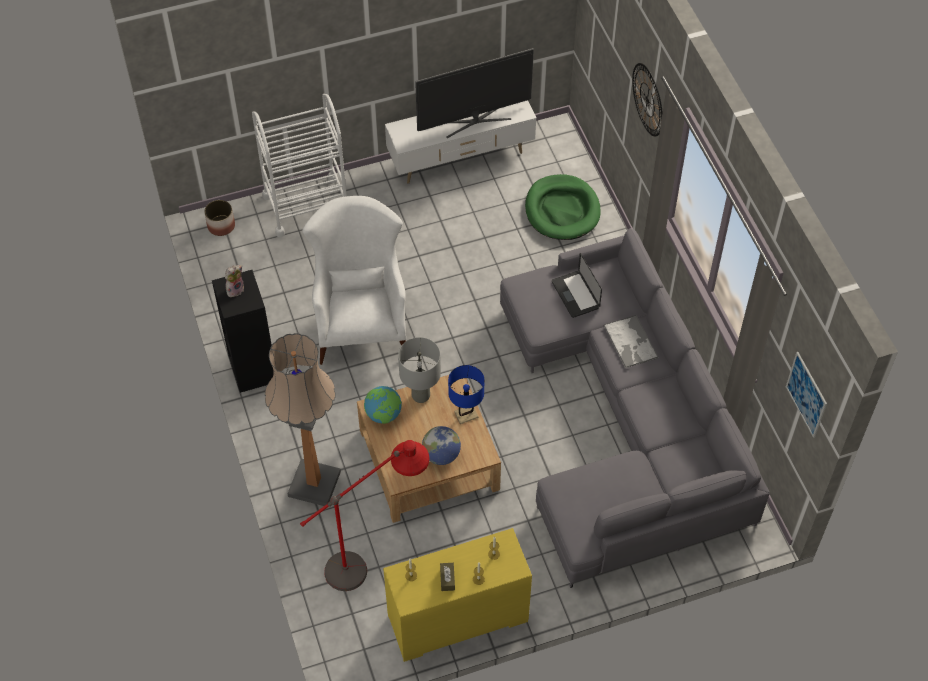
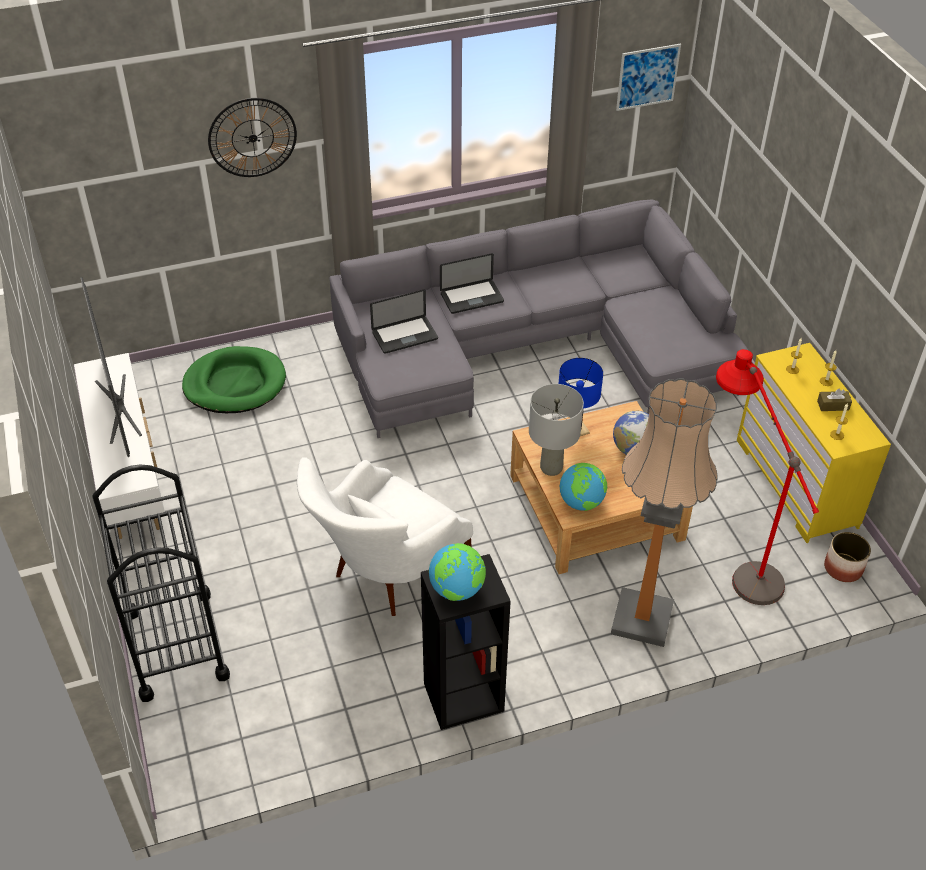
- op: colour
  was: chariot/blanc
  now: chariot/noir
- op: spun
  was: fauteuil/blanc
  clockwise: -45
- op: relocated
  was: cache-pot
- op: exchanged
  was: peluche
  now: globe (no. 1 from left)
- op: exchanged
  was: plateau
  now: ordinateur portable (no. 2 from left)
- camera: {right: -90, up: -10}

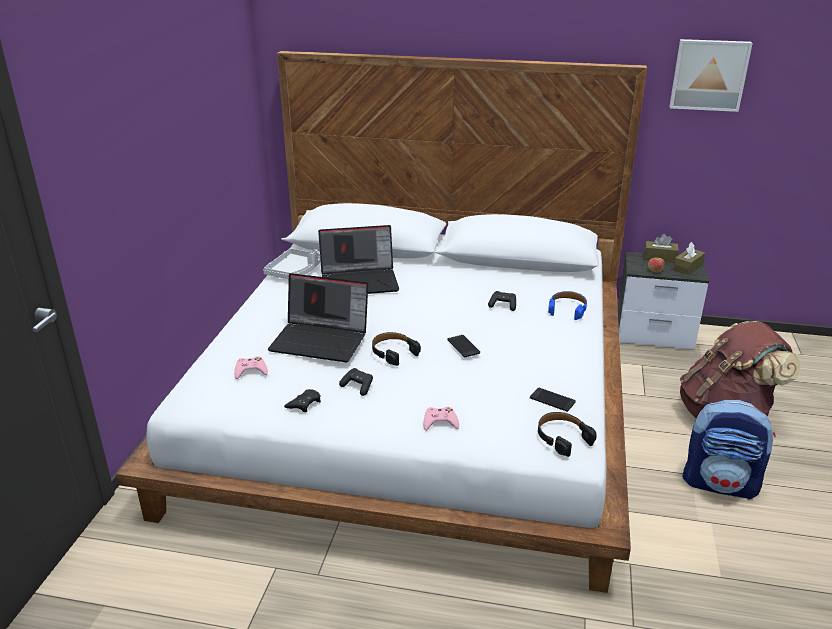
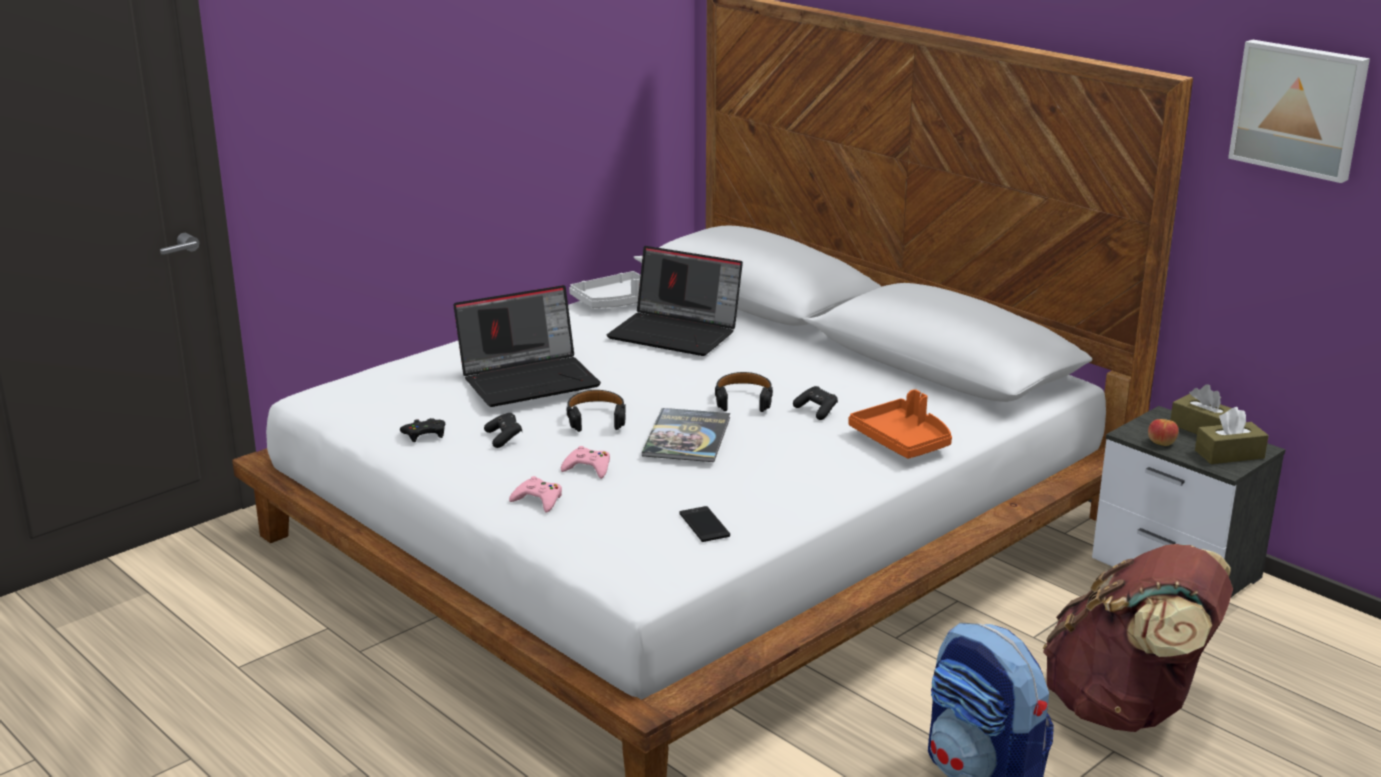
- op: spun
  was: ordinateur portable (no. 1 from left)
  clockwise: -75
- op: exchanged
  was: casque audio/bleu
  now: plateau/orange
- op: exchanged
  was: téléphone (no. 1 from left)
  now: livre
- op: relocated
  was: manette/rose (no. 1 from left in the first image)
  now: manette/rose (no. 2 from left)
- op: relocated
  was: casque audio/noir (no. 2 from left)
- camera: {right: 35, up: -5}

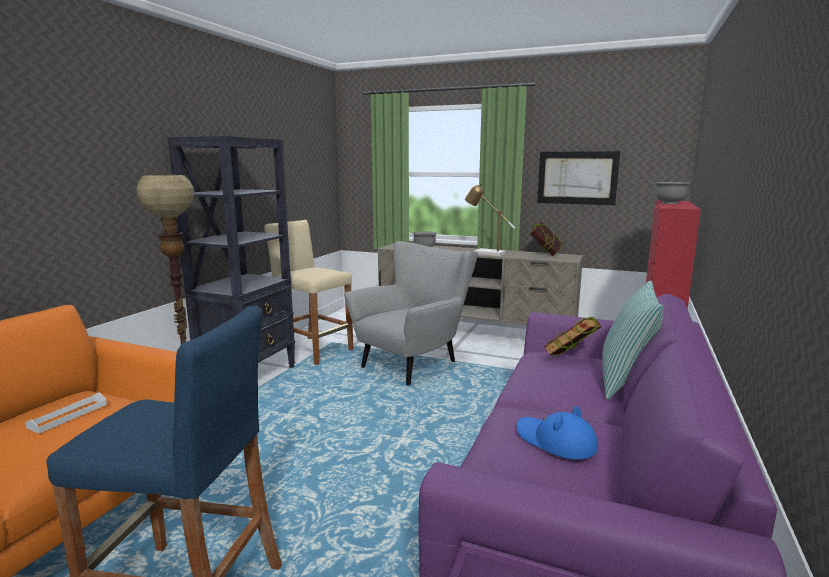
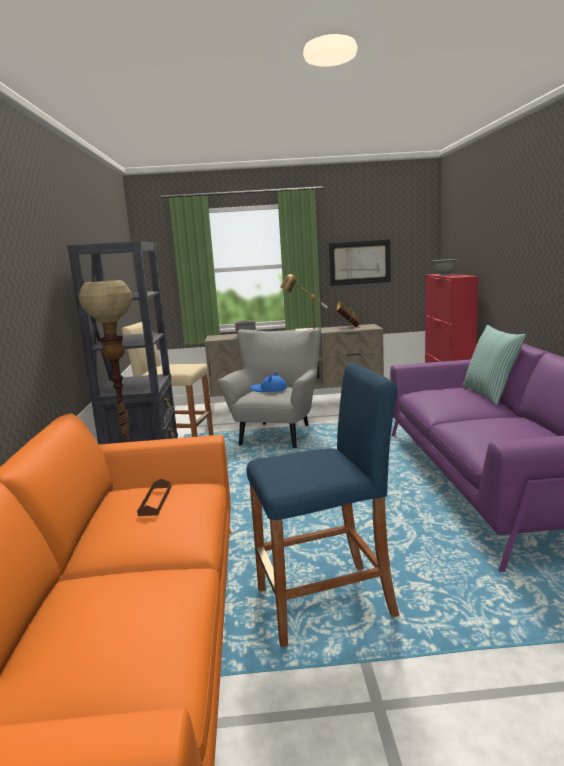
- op: missing
  was: livre (no. 2 from left)
- op: colour
  was: plateau/blanc
  now: plateau/marron
- op: relocated
  was: chapeau/bleu
- camera: {right: -25, up: 0}

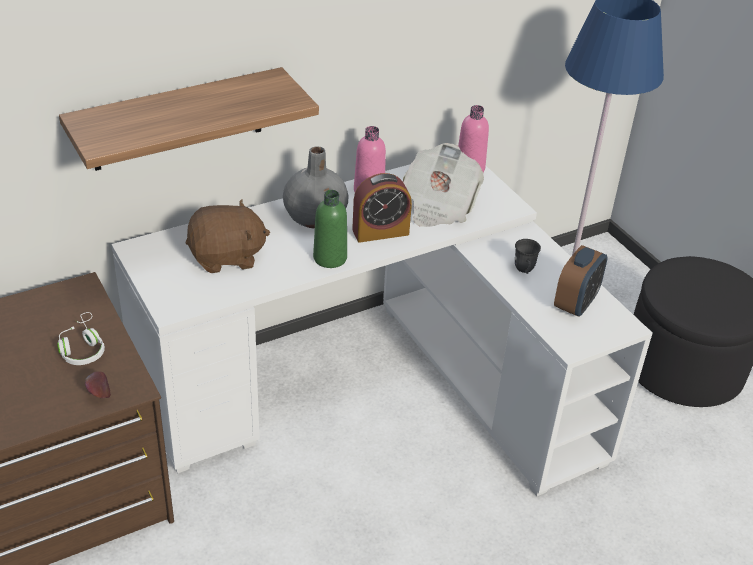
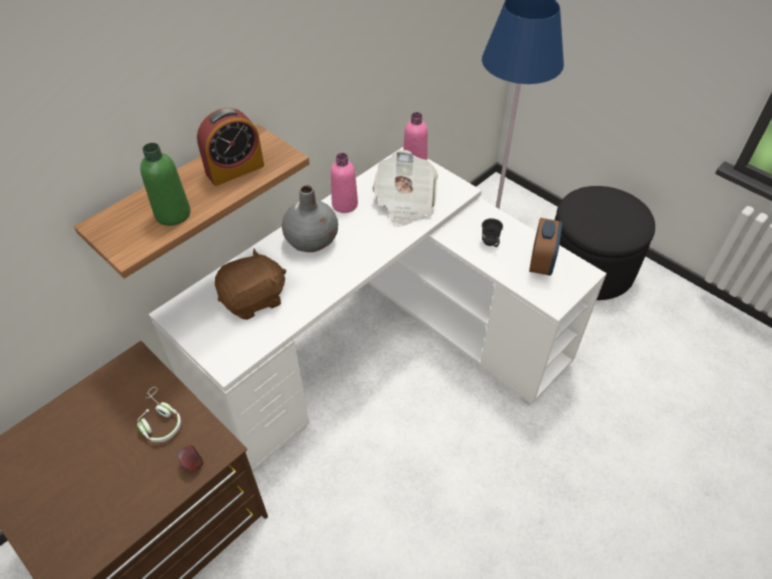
- op: relocated
  was: réveil (no. 1 from left)
- op: relocated
  was: bouteille/vert
- camera: {right: -15, up: 10}

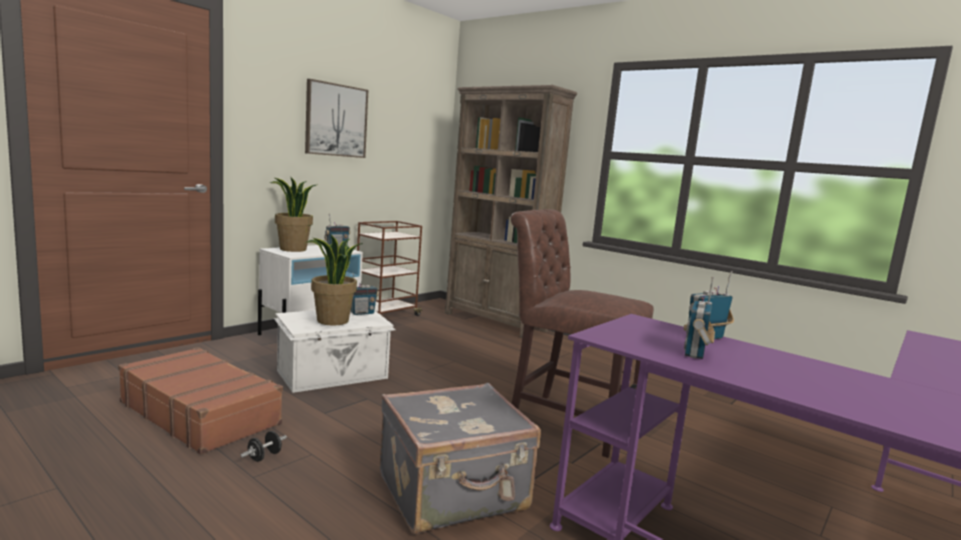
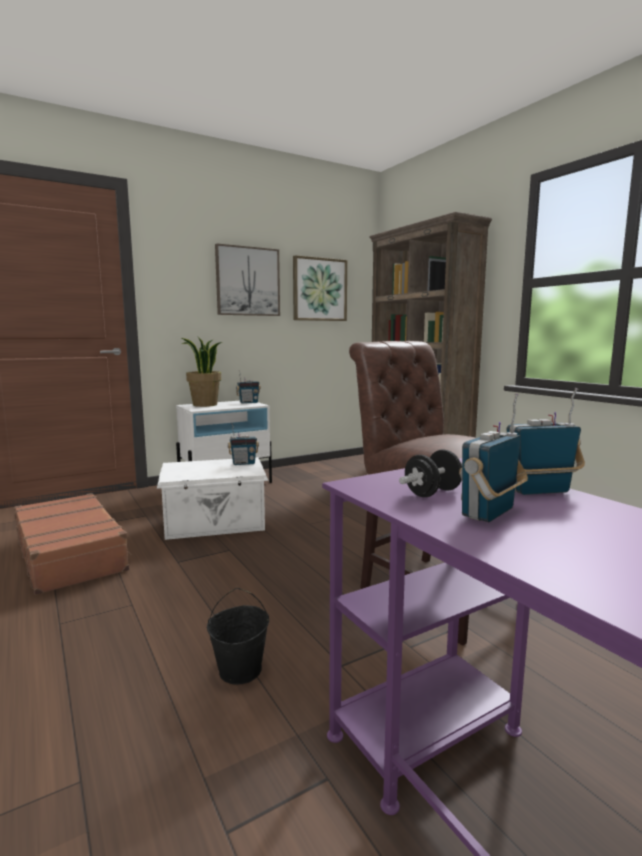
- op: missing
  was: chariot/marron
- op: missing
  was: plante en pot (no. 2 from left)
- op: exchanged
  was: valise/gris
  now: seau/noir
- op: relocated
  was: haltère/noir
- op: appeared
  now: tableau (no. 2 from left)
- camera: {right: 20, up: 0}

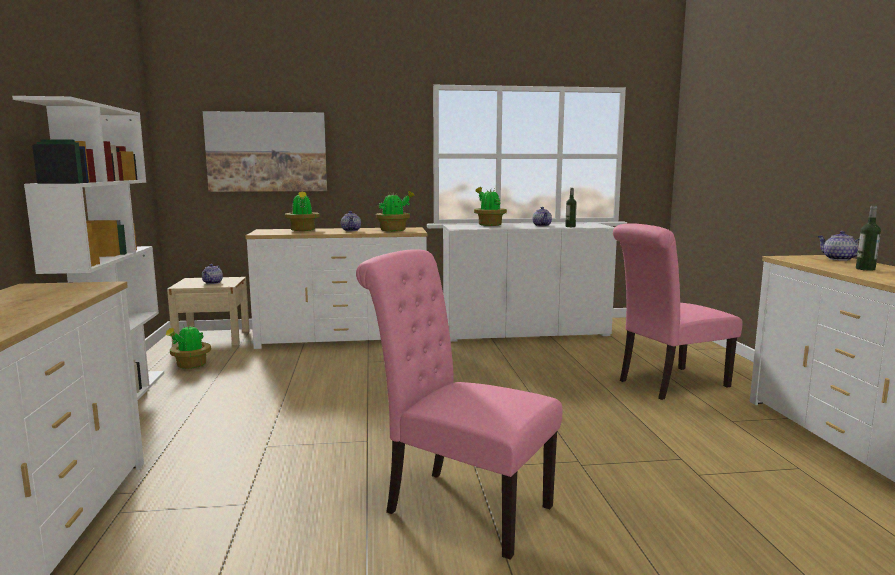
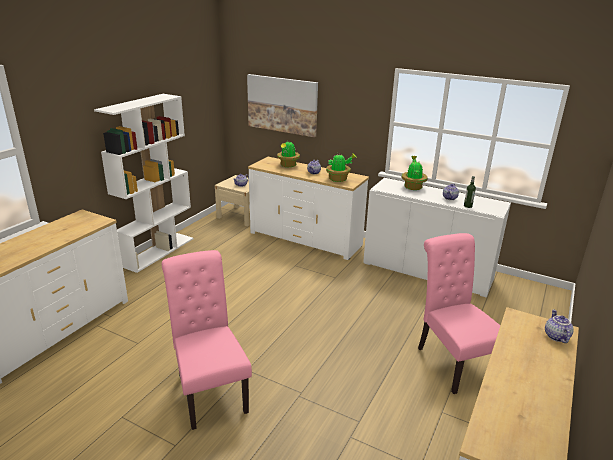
- op: missing
  was: bouteille (no. 2 from left)
- op: spun
  was: chaise/rose (no. 2 from left)
  clockwise: 60
- op: missing
  was: plante en pot (no. 1 from left)
- camera: {right: 35, up: 15}

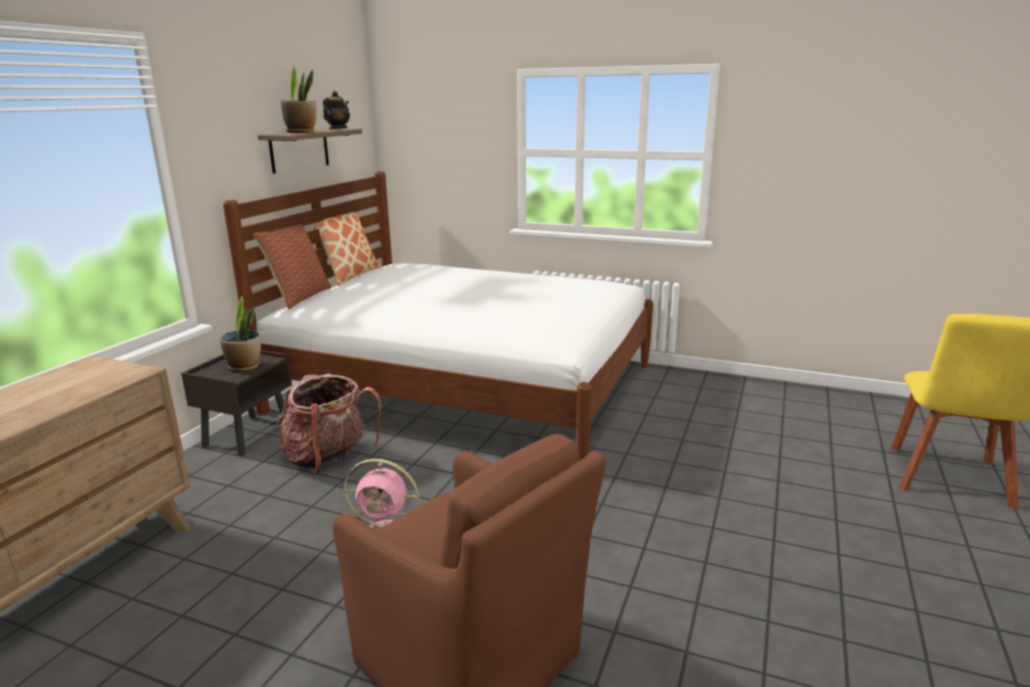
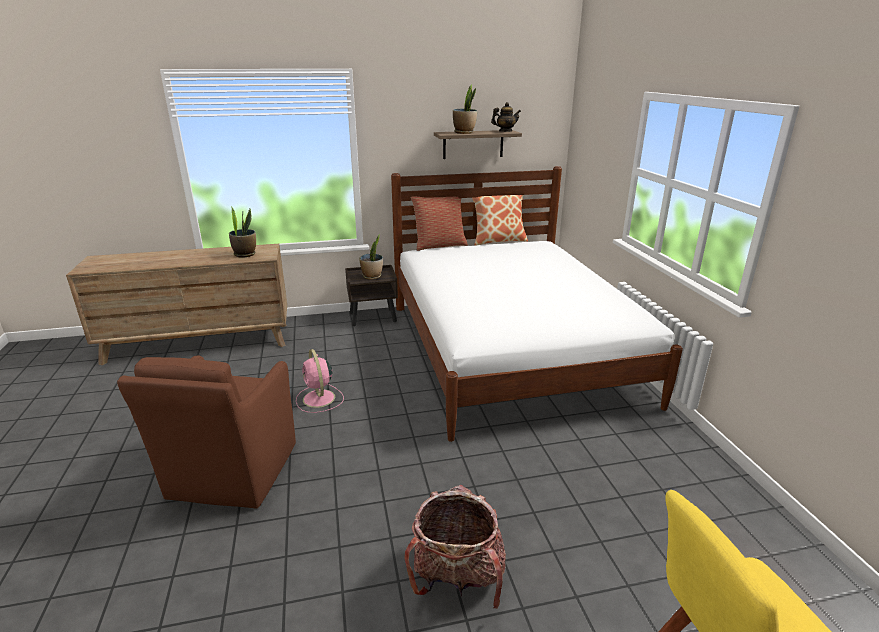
- op: relocated
  was: sac à dos
- op: appeared
  now: plante en pot (no. 1 from left)
- camera: {right: 55, up: 5}

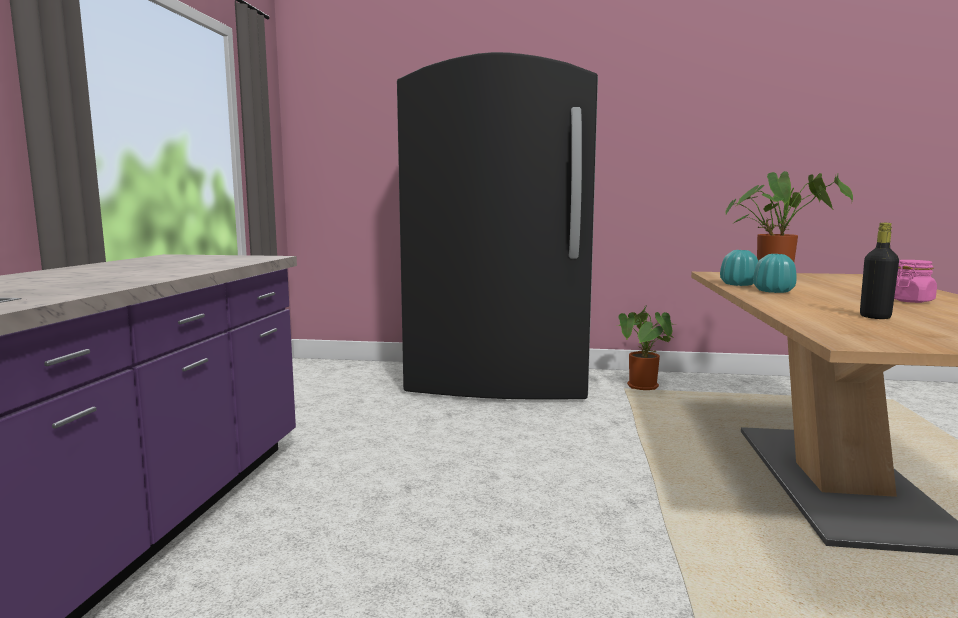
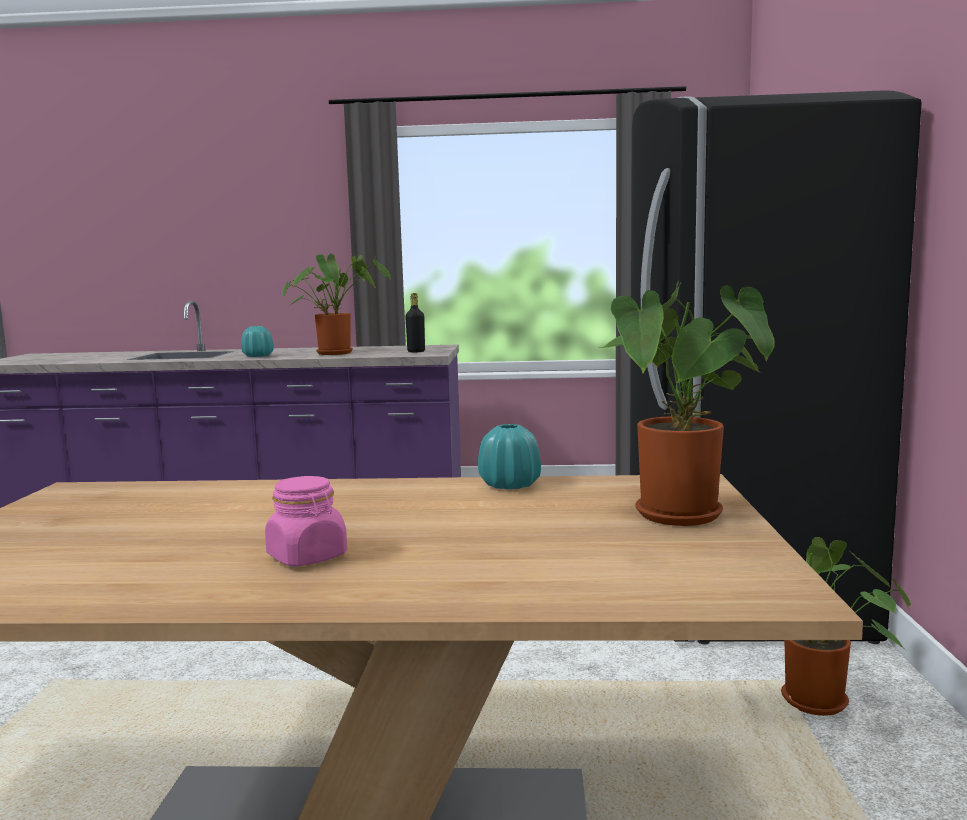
- op: relocated
  was: bouteille/noir
- op: relocated
  was: vase/turquoise (no. 2 from left in the first image)
  now: vase/turquoise (no. 1 from left)
- op: appeared
  now: plante en pot (no. 1 from left)
- camera: {right: 85, up: 0}

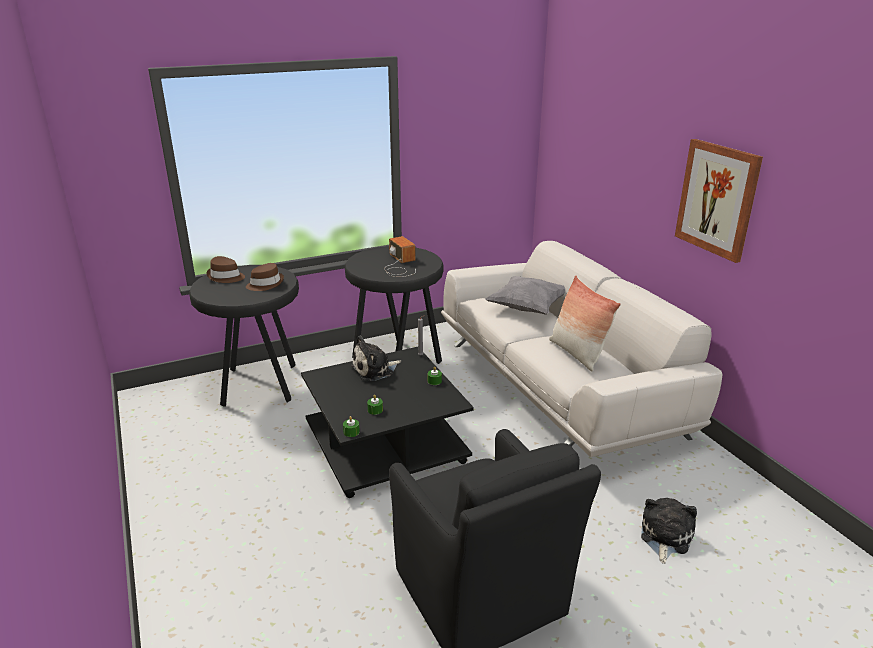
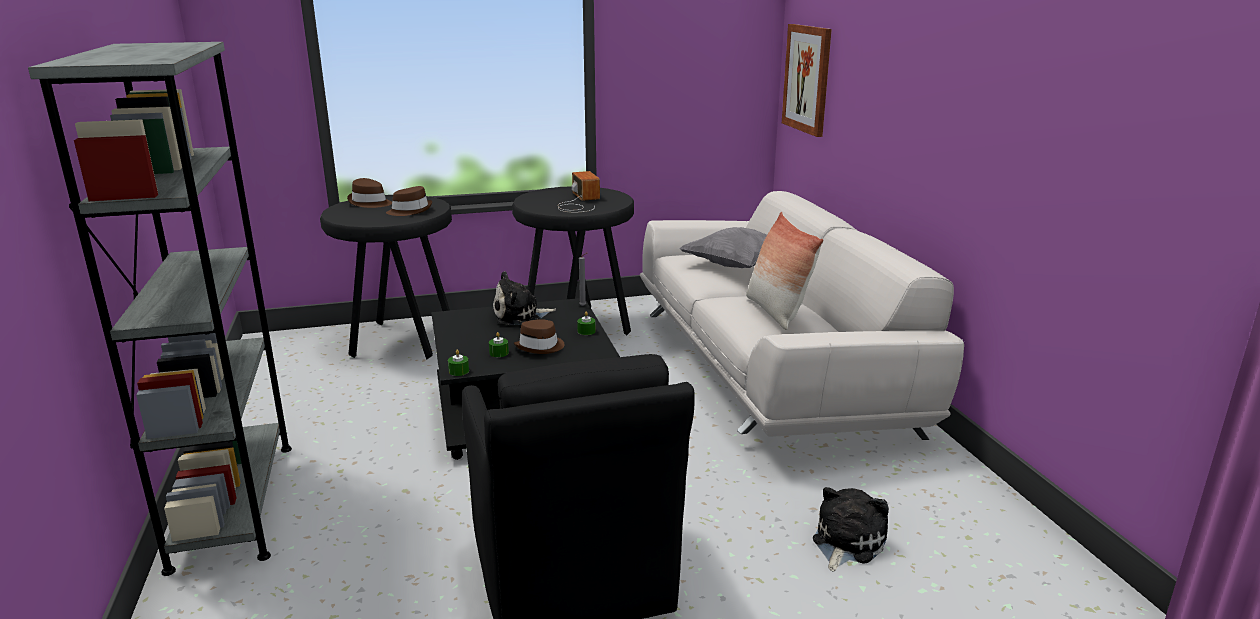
- op: relocated
  was: tableau
- op: appeared
  now: bibliothèque/gris
- op: appeared
  now: chapeau/marron (no. 3 from left)
- camera: {right: 10, up: -5}

